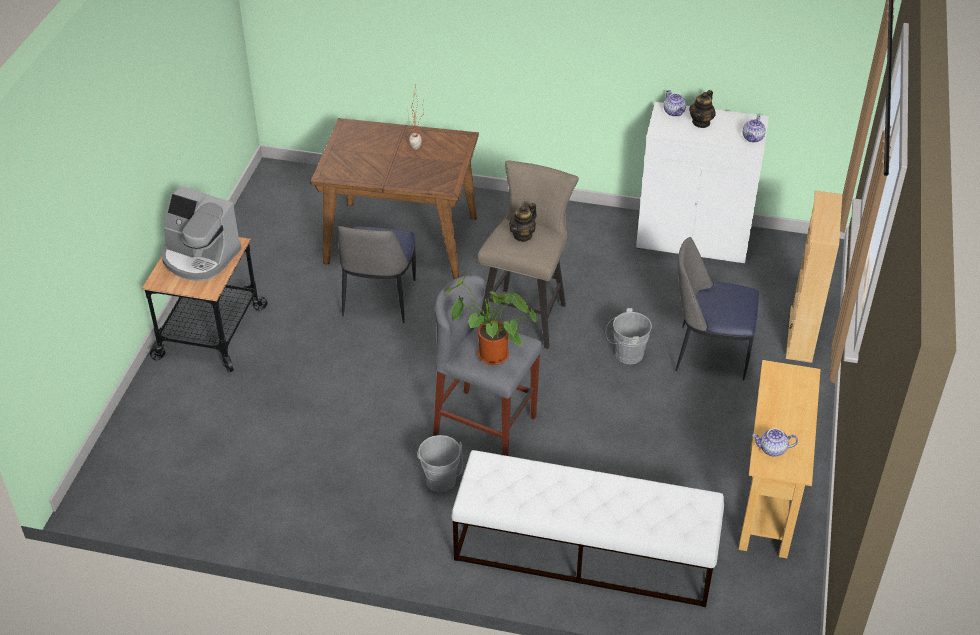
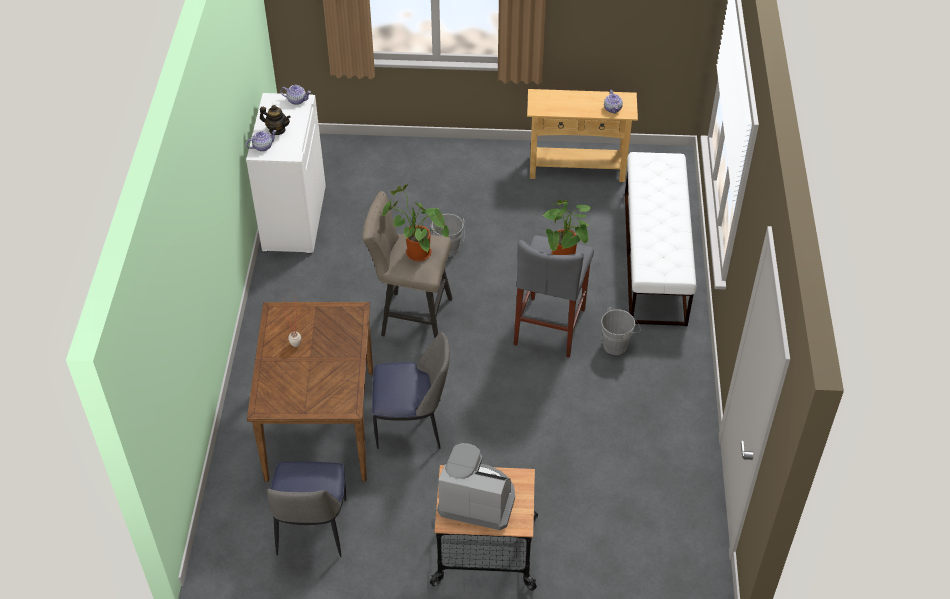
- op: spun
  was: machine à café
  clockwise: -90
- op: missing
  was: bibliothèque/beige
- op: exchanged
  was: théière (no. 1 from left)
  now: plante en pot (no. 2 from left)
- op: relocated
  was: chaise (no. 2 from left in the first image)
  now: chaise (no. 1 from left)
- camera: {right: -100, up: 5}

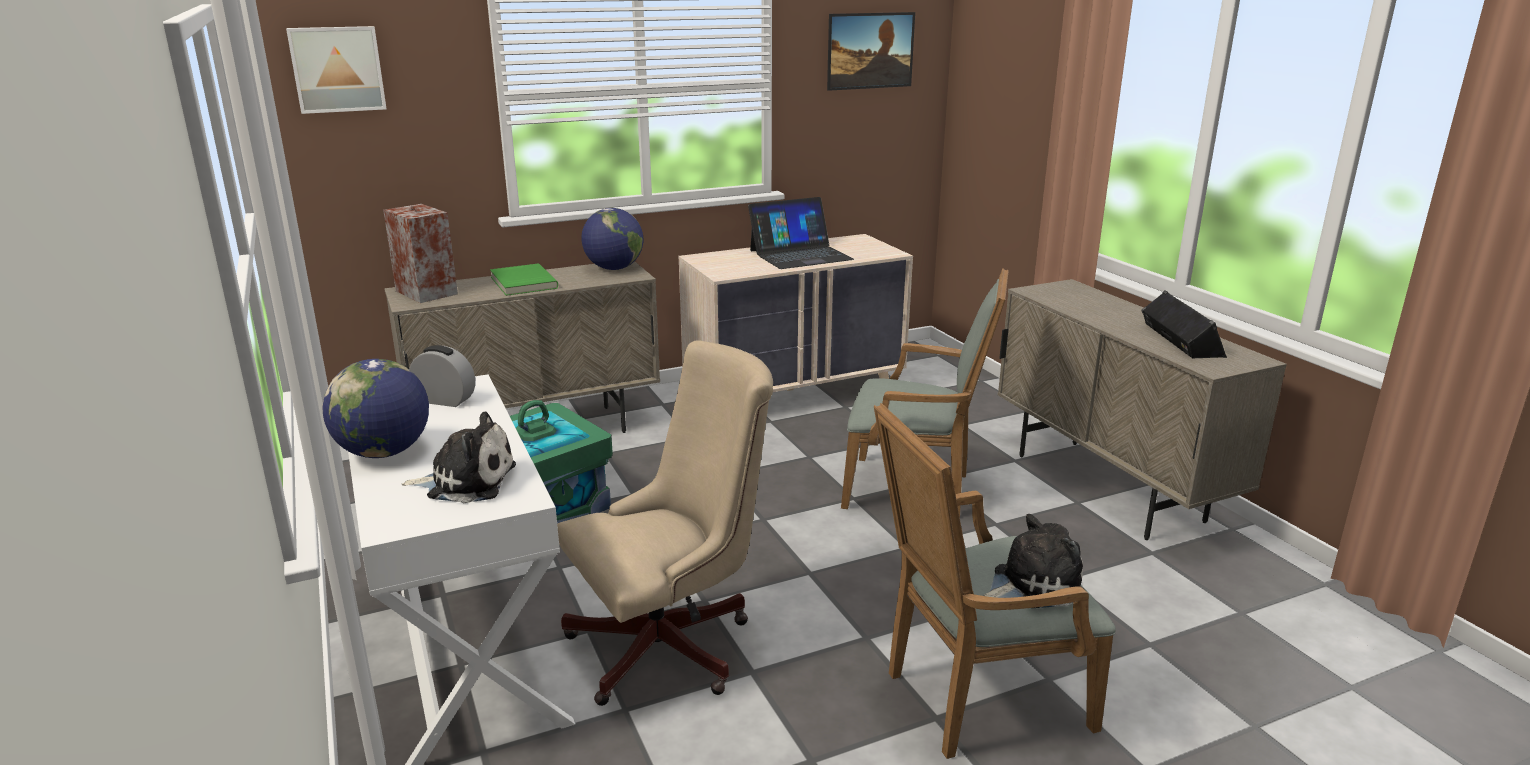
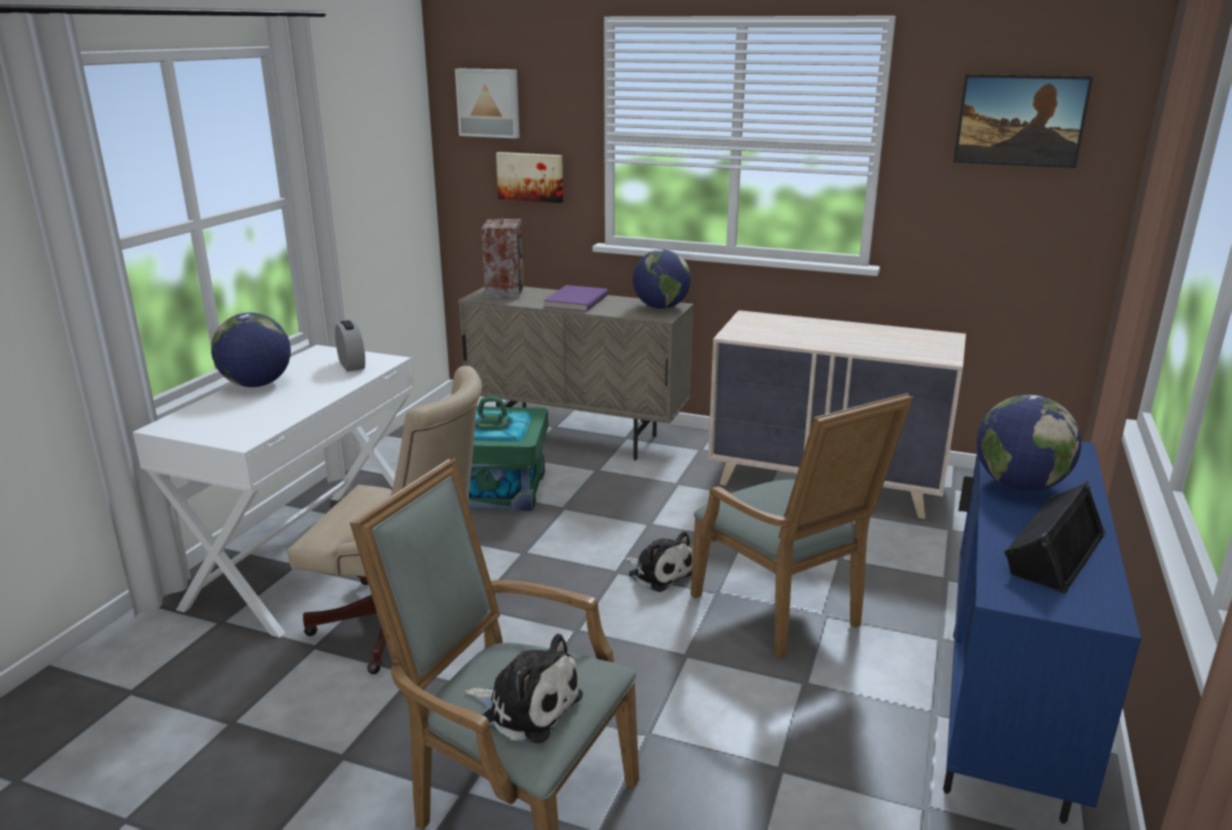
- op: missing
  was: ordinateur portable
- op: colour
  was: livre/vert
  now: livre/violet
- op: colour
  was: meuble de rangement/beige (no. 2 from left)
  now: meuble de rangement/bleu
- op: relocated
  was: peluche (no. 1 from left in the first image)
  now: peluche (no. 2 from left)
- op: appeared
  now: tableau (no. 2 from left)
- op: appeared
  now: globe (no. 3 from left)
- camera: {right: 45, up: 0}

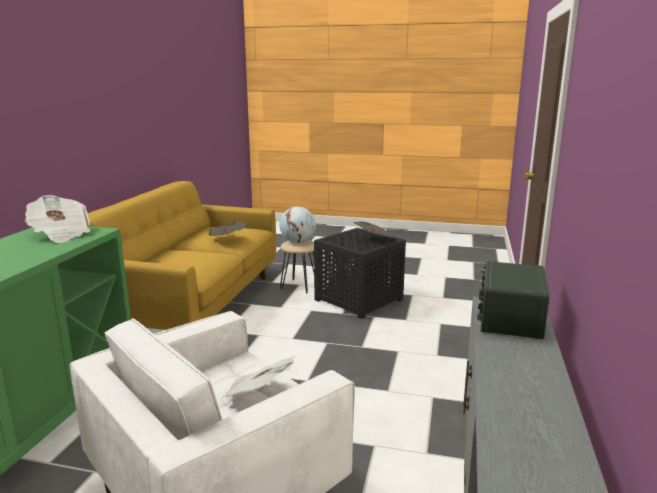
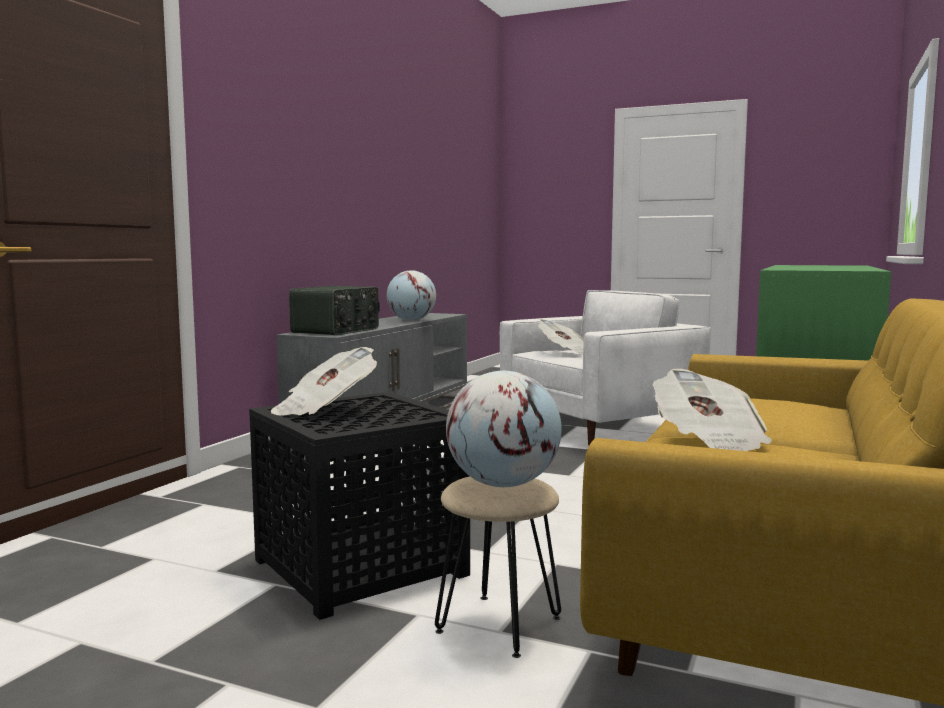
- op: missing
  was: journal (no. 1 from left)
- op: appeared
  now: globe (no. 1 from left)
- camera: {right: -170, up: -10}

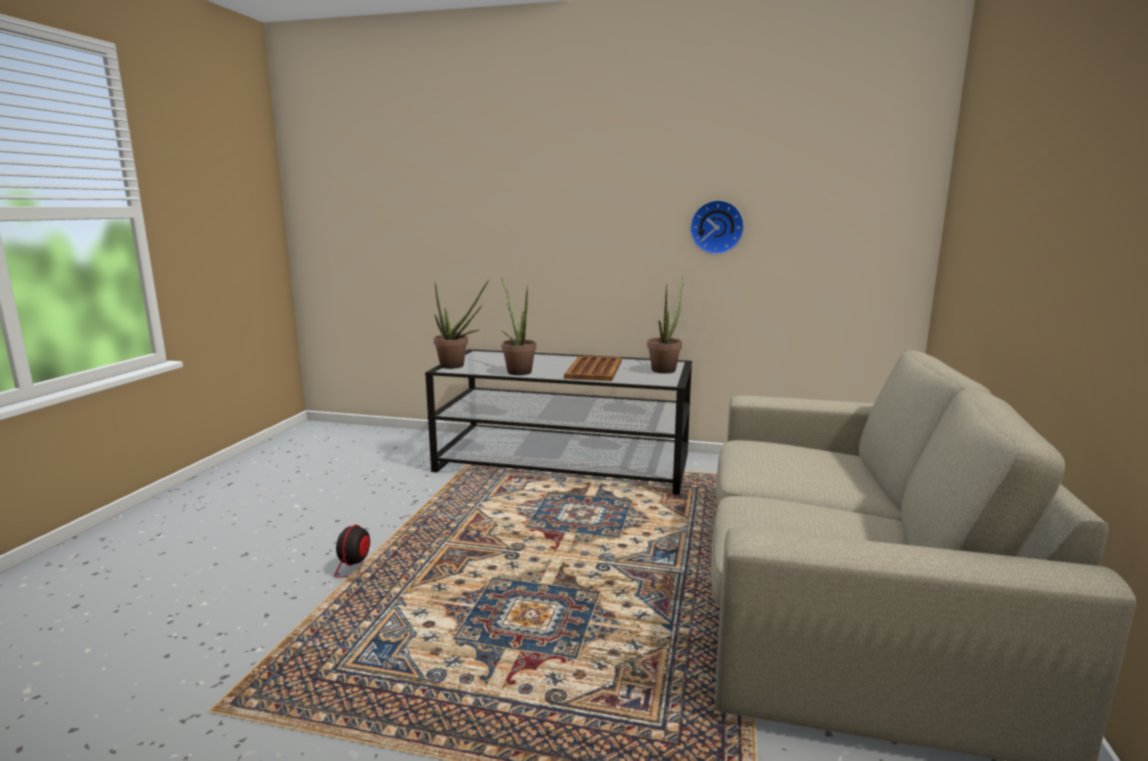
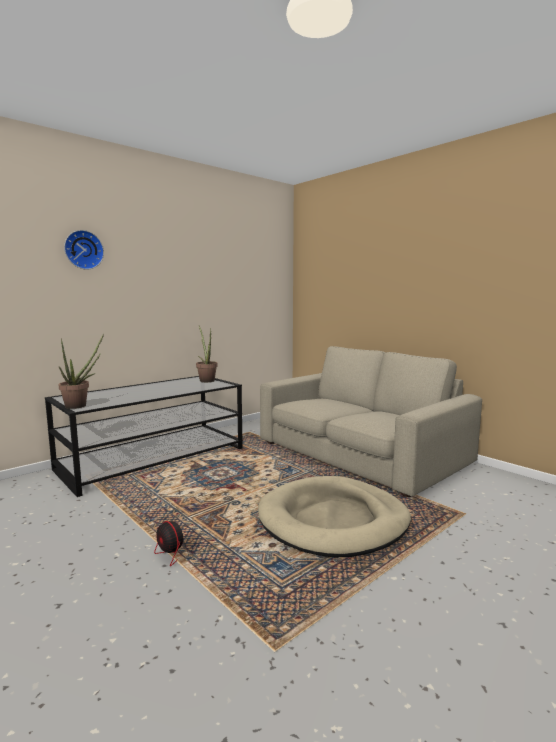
- op: relocated
  was: horloge murale
- op: missing
  was: plante en pot (no. 2 from left)
- op: missing
  was: plateau/marron
- op: appeared
  now: panier pour chien/beige
- camera: {right: -55, up: -5}

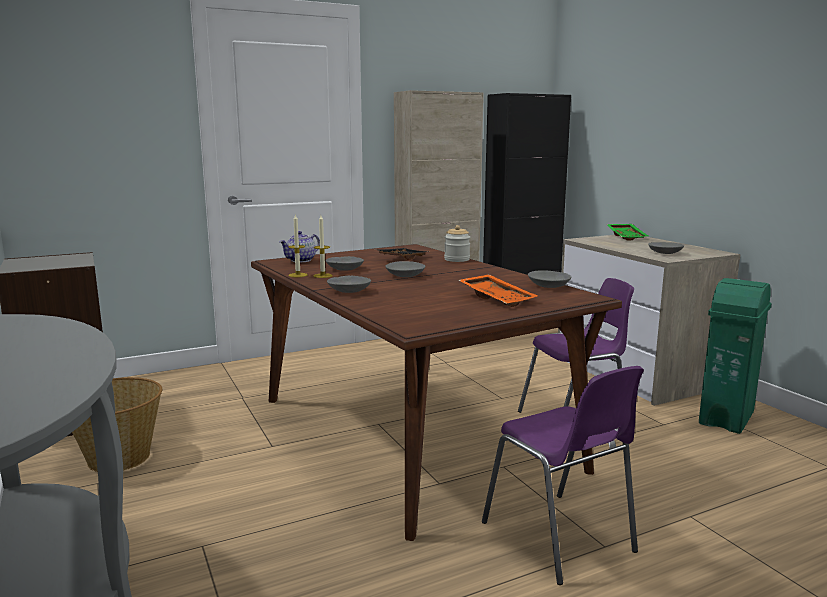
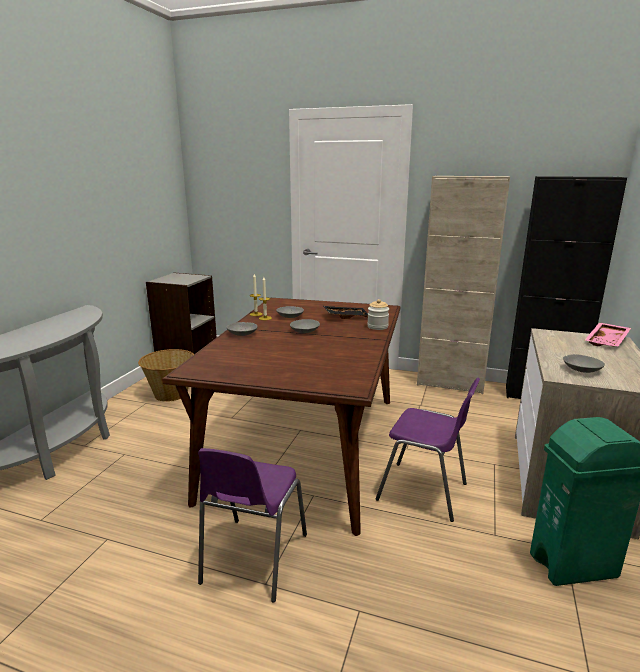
- op: colour
  was: plateau/vert
  now: plateau/rose
- op: missing
  was: théière
- op: missing
  was: bol/gris (no. 4 from left)
- op: missing
  was: plateau/orange
- camera: {right: 45, up: 5}

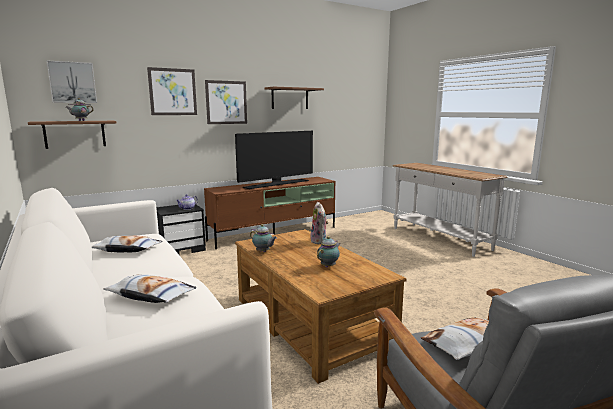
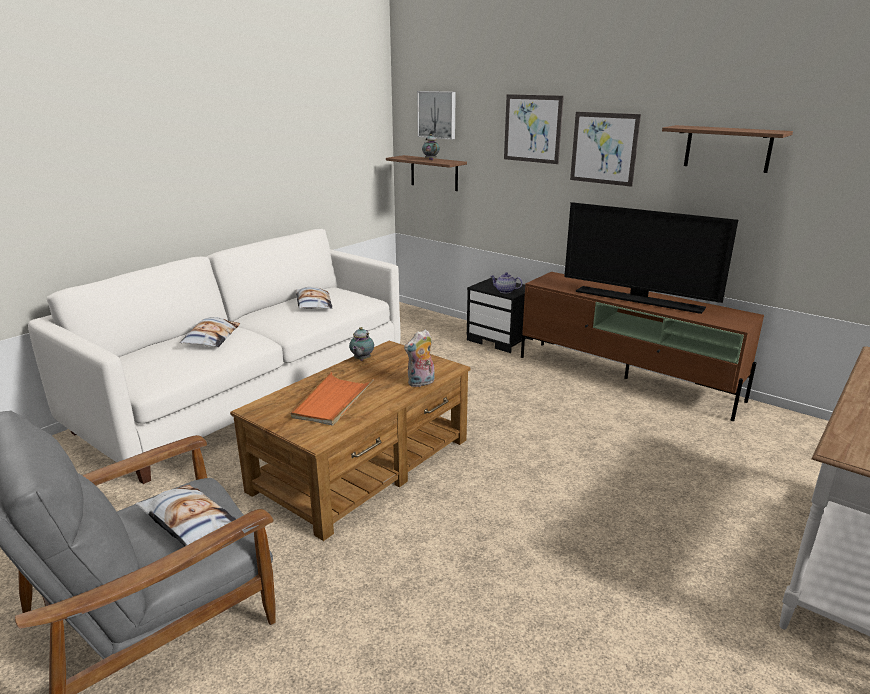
- op: exchanged
  was: théière (no. 4 from left)
  now: plateau/orange
- camera: {right: 70, up: 10}

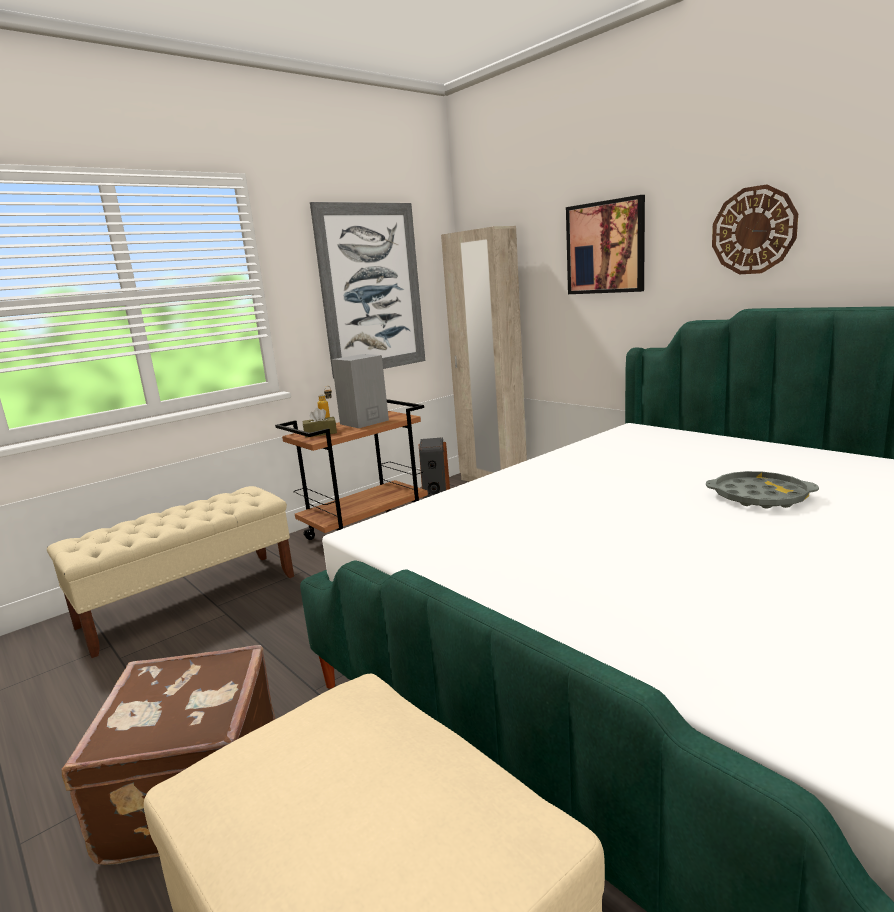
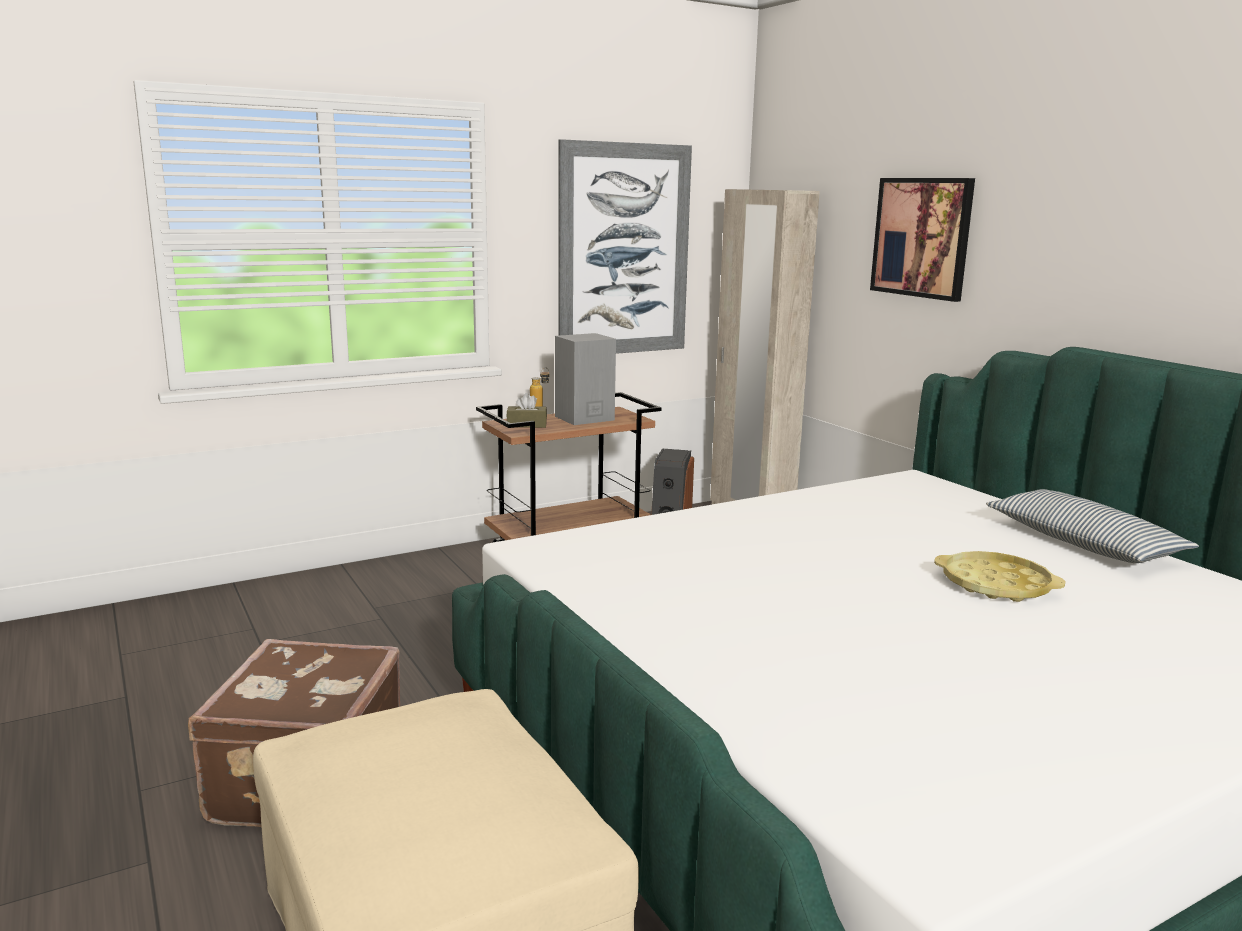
- op: missing
  was: horloge murale
- op: colour
  was: plateau/gris
  now: plateau/jaune
- op: missing
  was: banc/beige
- op: appeared
  now: coussin
- camera: {right: 10, up: 0}

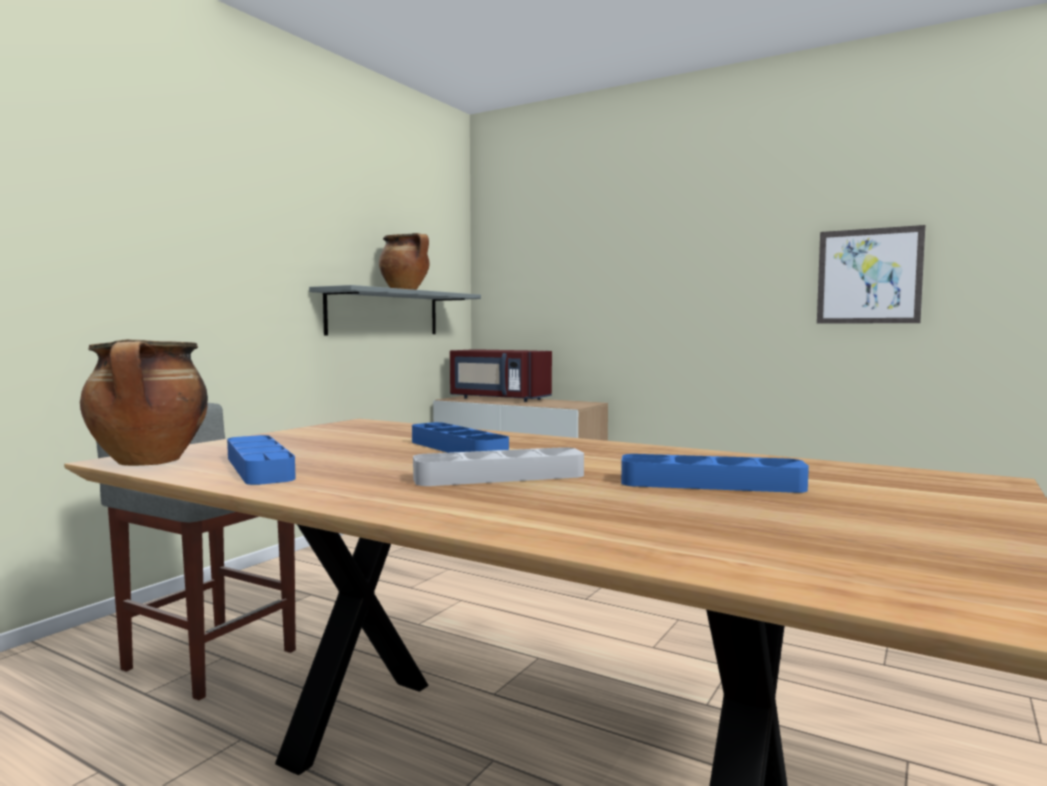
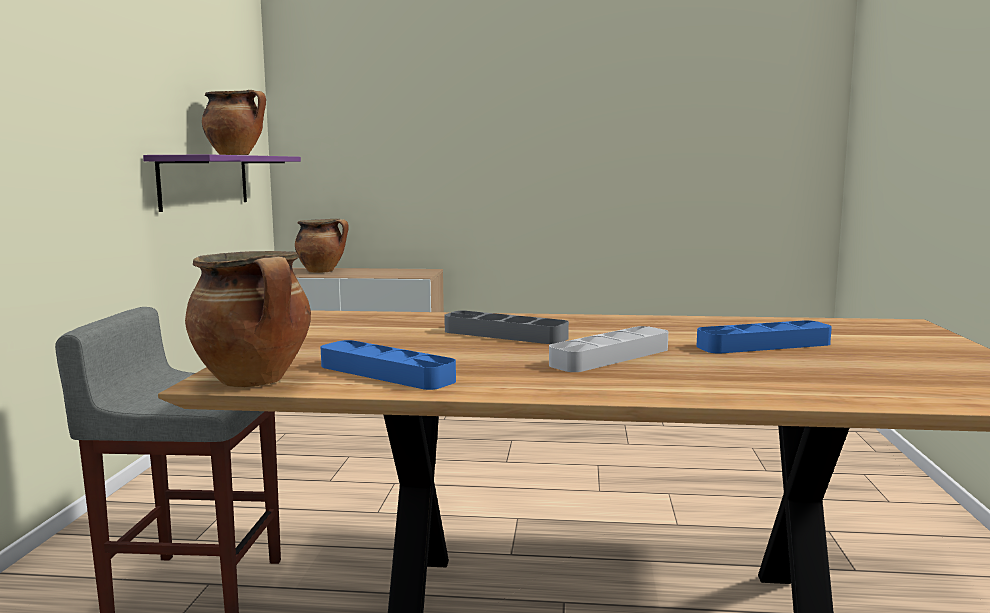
- op: missing
  was: tableau
- op: colour
  was: étagère/gris
  now: étagère/violet
- op: exchanged
  was: micro-ondes/rouge
  now: marmite (no. 3 from left)
- op: colour
  was: plateau/bleu (no. 2 from left)
  now: plateau/gris (no. 1 from left)
- camera: {right: -25, up: 5}

